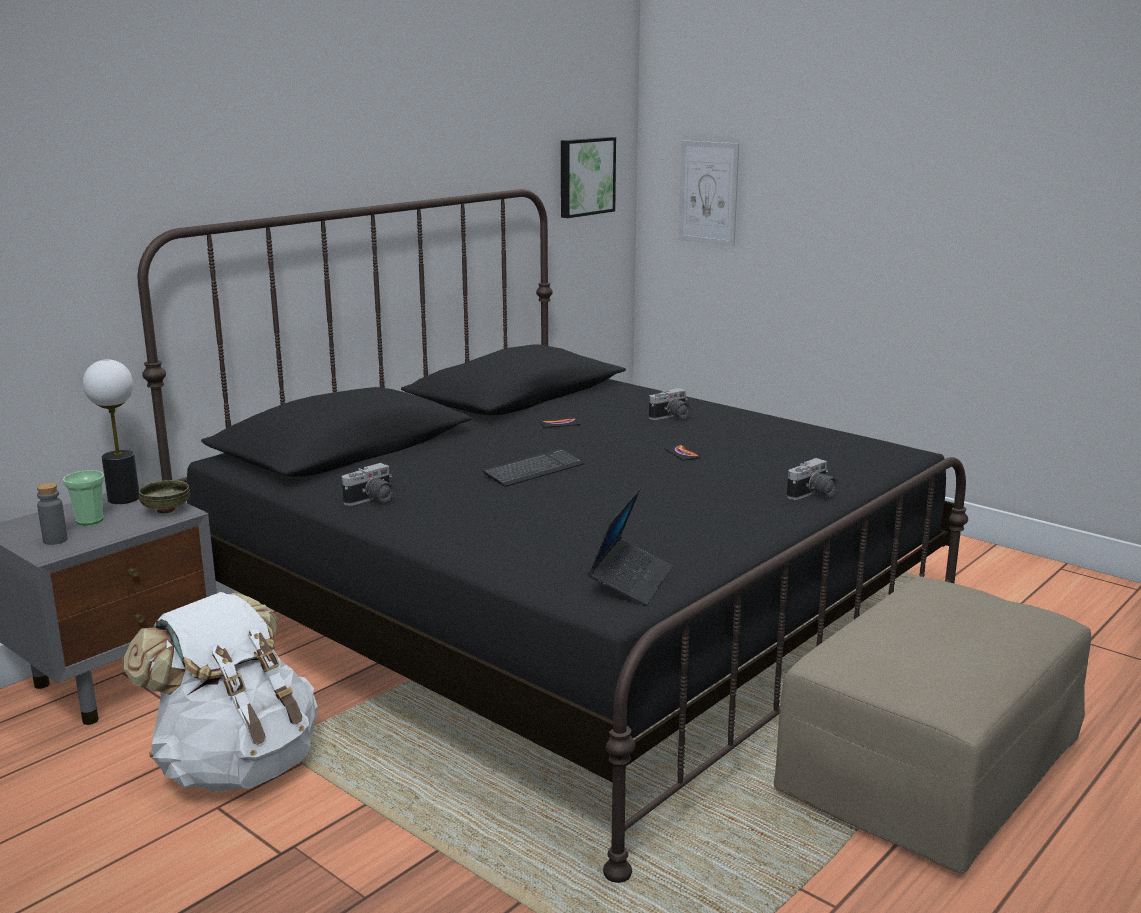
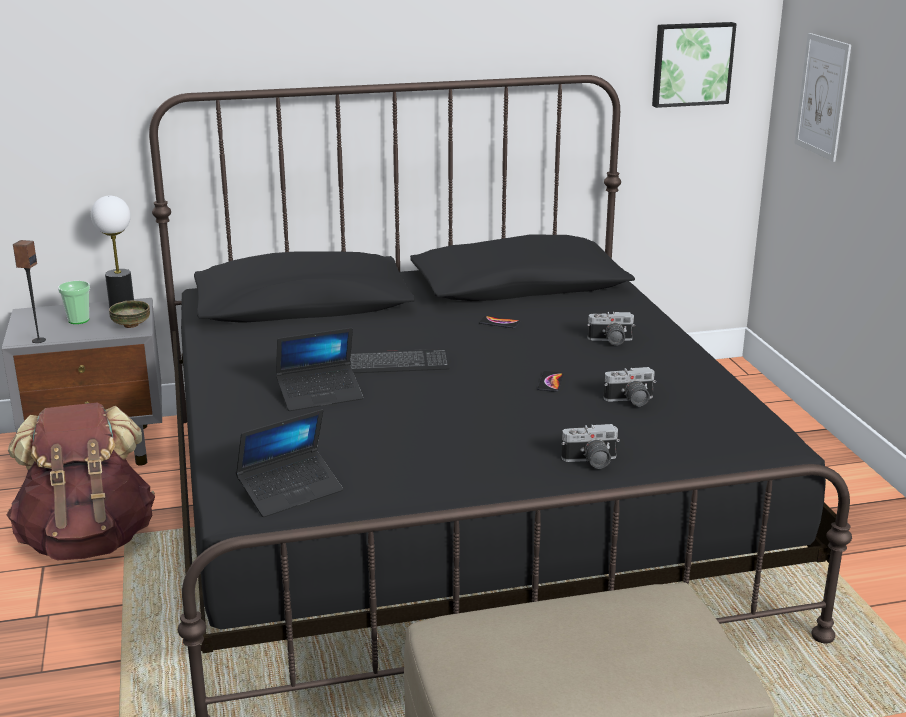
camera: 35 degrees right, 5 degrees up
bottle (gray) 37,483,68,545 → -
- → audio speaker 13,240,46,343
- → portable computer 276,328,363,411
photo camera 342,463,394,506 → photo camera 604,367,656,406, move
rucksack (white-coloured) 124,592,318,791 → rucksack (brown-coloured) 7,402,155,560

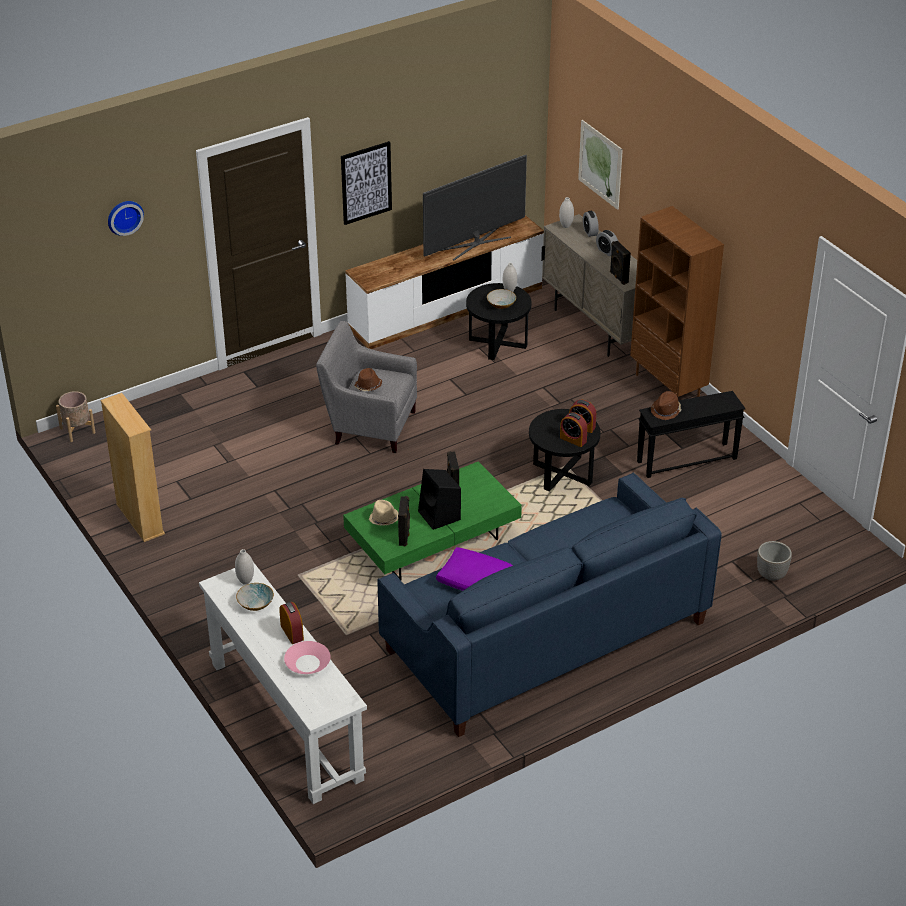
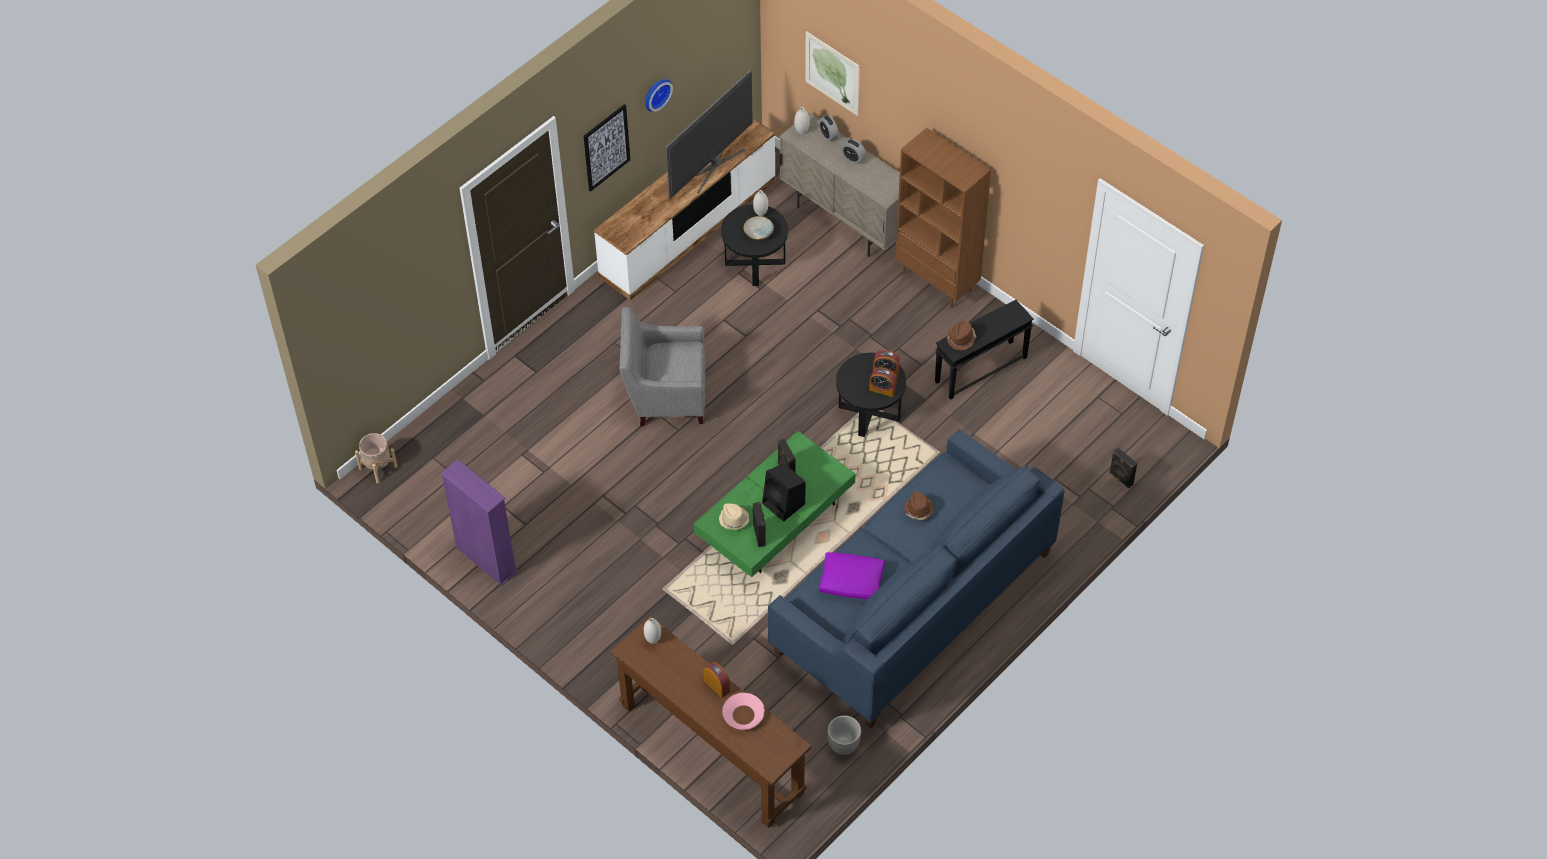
camera: 15 degrees left, 15 degrees up
deep dish 236,583,274,611 → -
wall clock 108,201,144,236 → wall clock 645,79,673,112, move
clothing hat (brown-coloured) 354,368,382,391 → clothing hat (brown-coloured) 904,491,934,520, move
audio speaker (blackish) 610,241,631,285 → audio speaker (blackish) 1109,447,1137,488, move
planter 757,541,792,581 → planter 827,716,861,755, move
bookcase (sand-coloured) 101,393,165,542 → bookcase (purple-coloured) 441,459,518,586
console table (white-coloured) 199,562,367,804 → console table (brown-coloured) 610,616,811,828

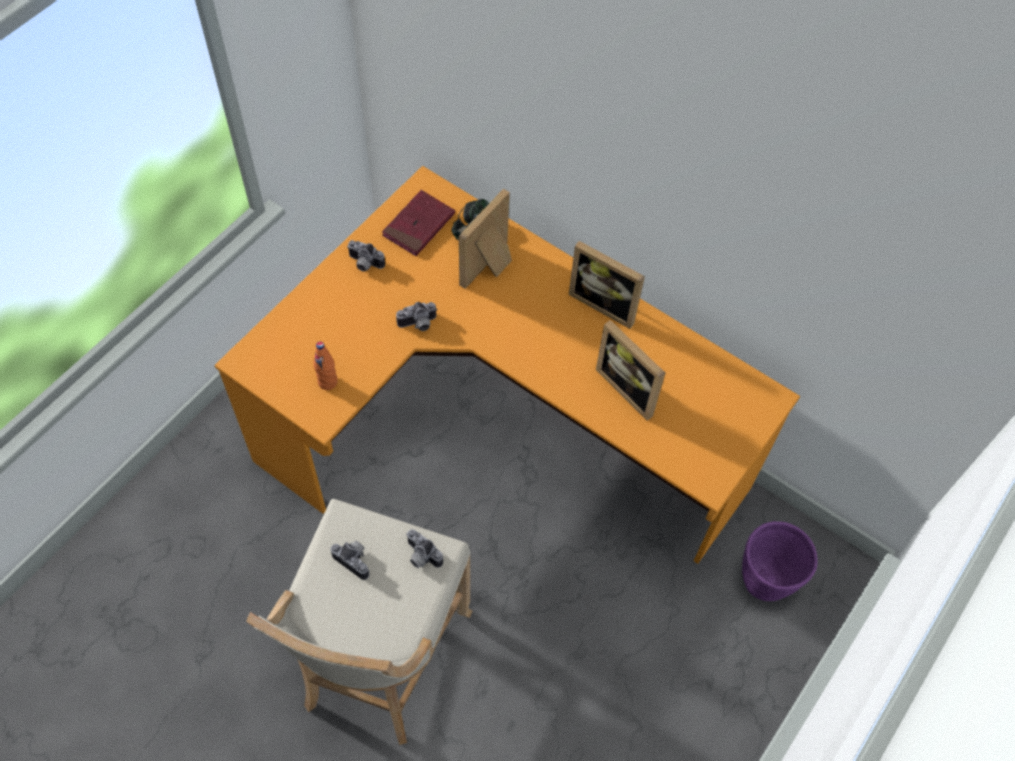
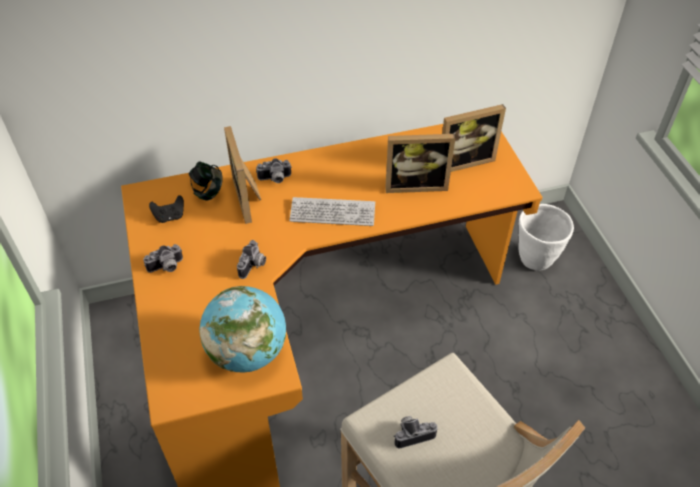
camera: 50 degrees left, 10 degrees down
- → keyboard 289,197,375,226
photo camera 406,529,443,568 → photo camera 256,158,292,183, move
standing frame 569,241,645,329 → standing frame 442,104,506,172, move
bottle (orange) 313,342,338,390 → world globe 200,286,286,373
volume (red-coloured) 382,190,455,256 → game controller (blackish) 149,195,184,223
planter (purple-coloured) 742,521,818,601 → planter (white-coloured) 519,204,574,271

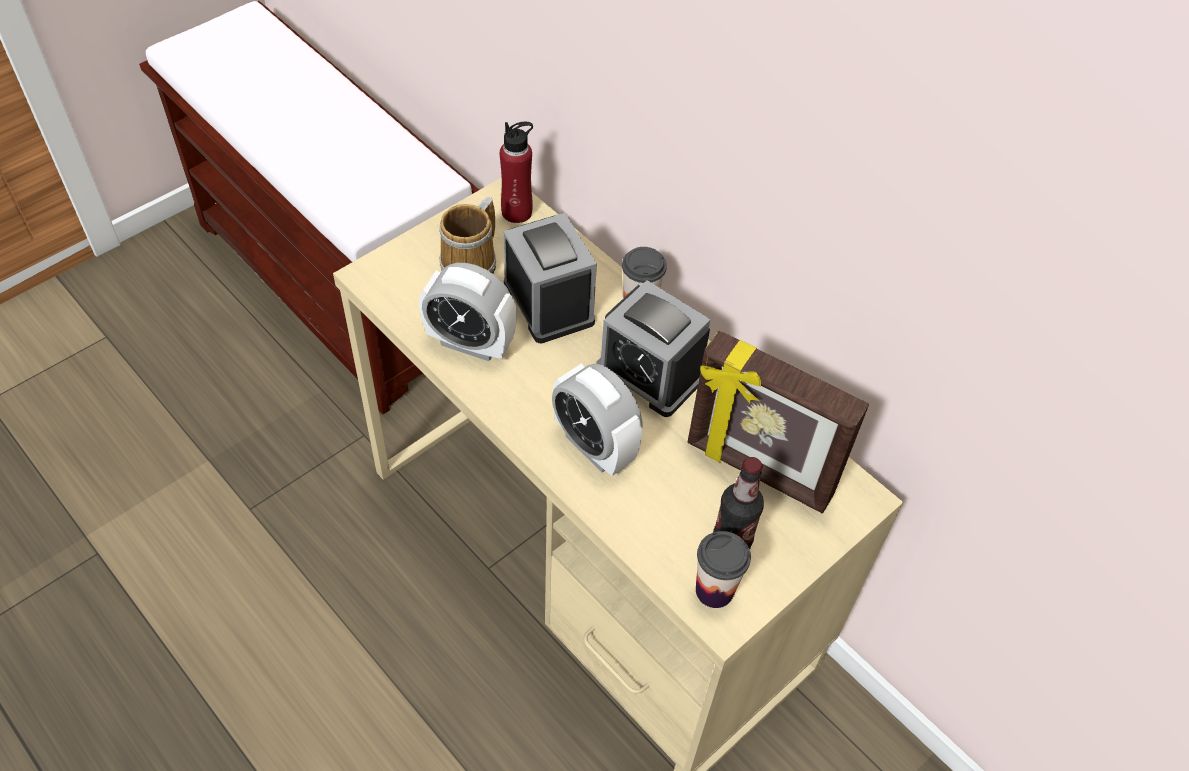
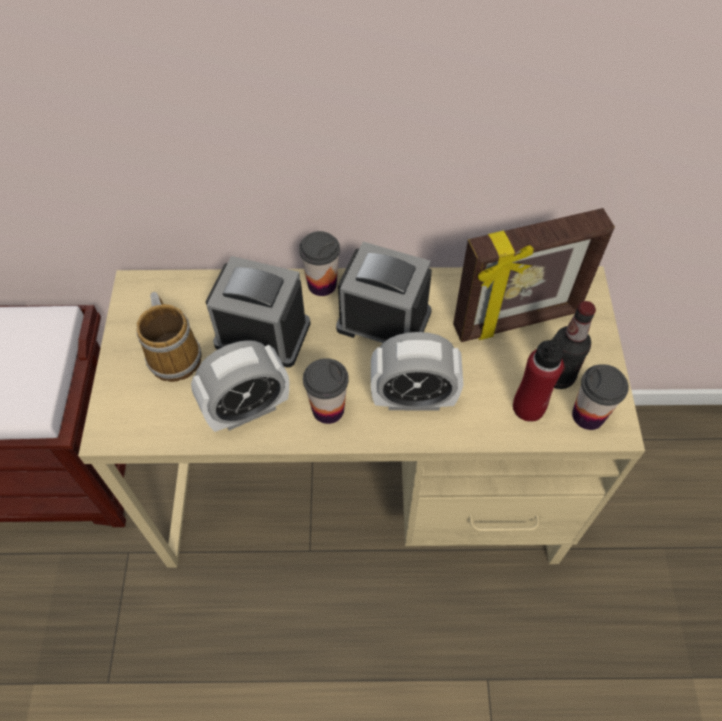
camera: 45 degrees left, 5 degrees up
- → cup 303,358,349,424
bottle (red-coloured) 500,122,533,223 → bottle (red-coloured) 513,329,565,422, move
bedside clock 596,280,710,417 → bedside clock 336,242,432,343, 150 degrees counterclockwise

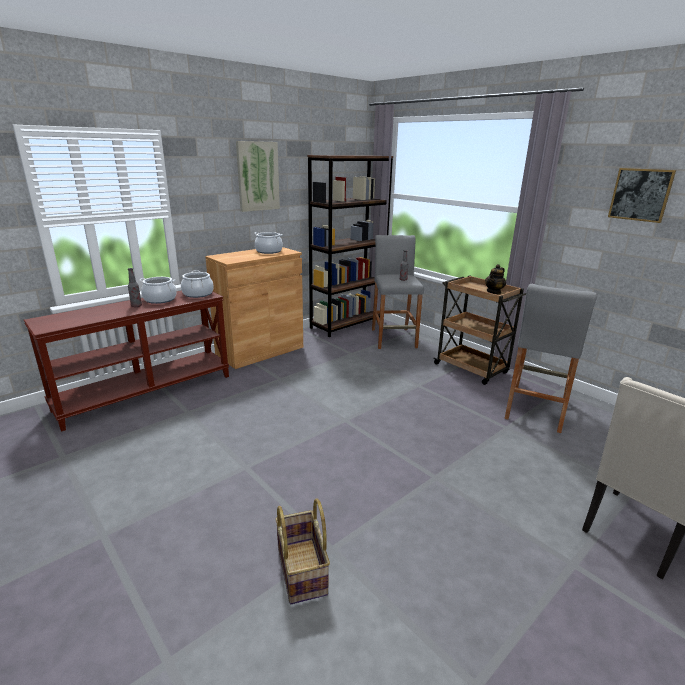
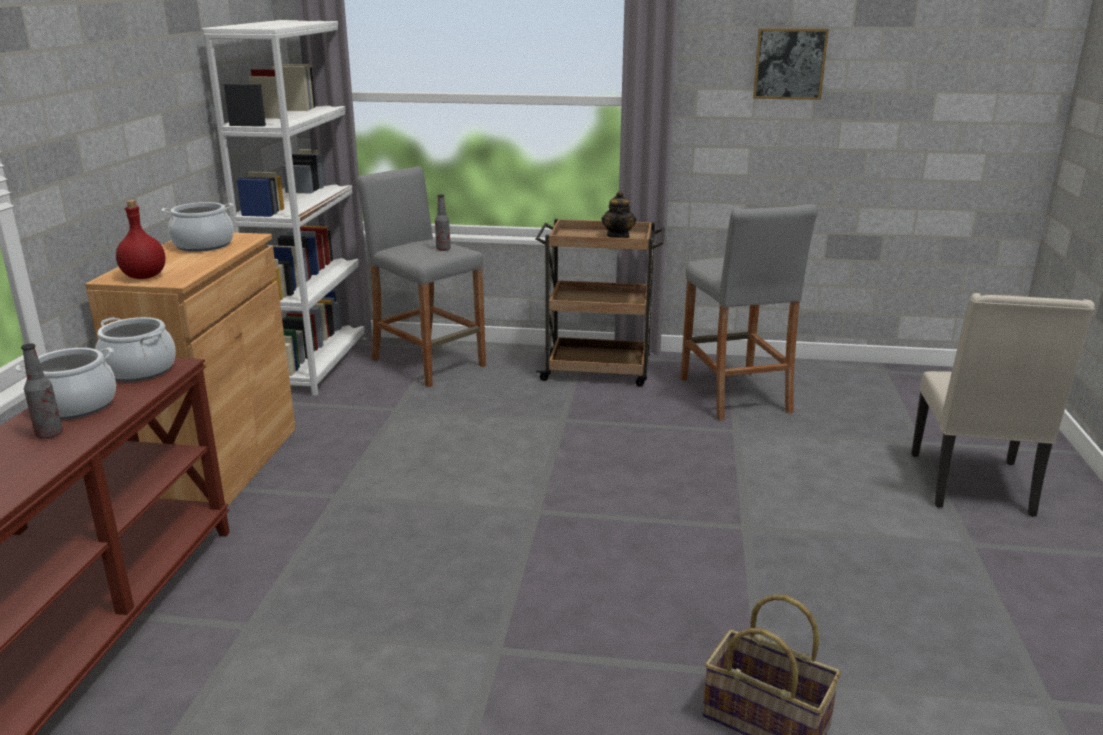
camera: 40 degrees left, 0 degrees up
wall picture 236,141,280,212 → -
- → bottle (red-coloured) 116,200,165,279
bookcase (brown-coloured) 307,155,393,337 → bookcase (white-coloured) 202,20,367,396

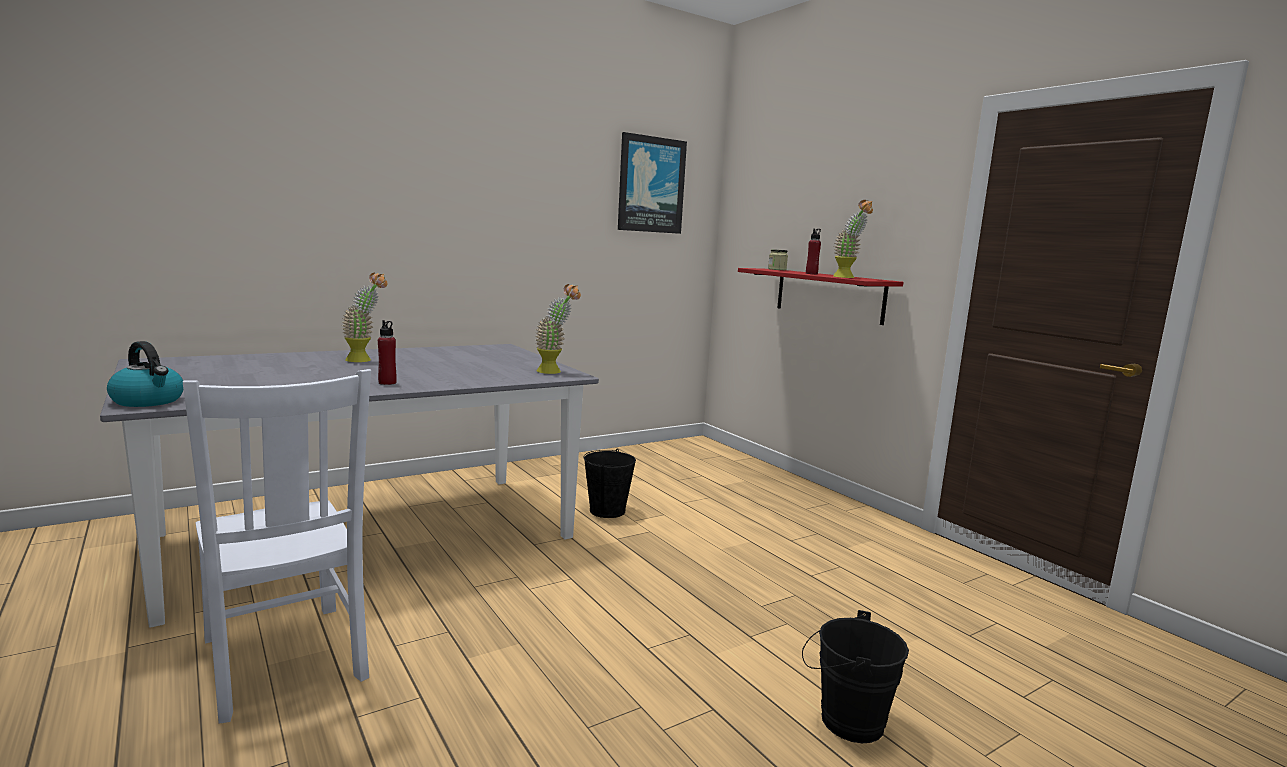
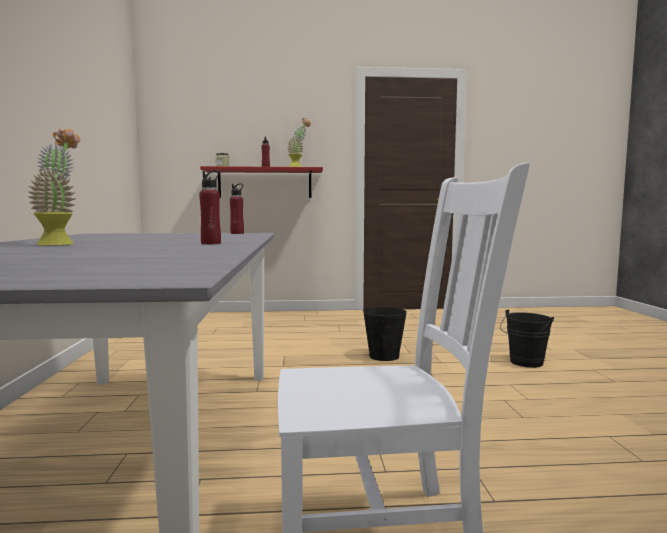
camera: 60 degrees left, 5 degrees down
tea kettle 107,341,183,407 → -
wall picture 618,132,687,234 → -
water bucket (blackish) 583,449,636,518 → water bucket (blackish) 363,306,407,361, move
houseplant 535,284,581,374 → bottle (red-coloured) 230,184,244,234

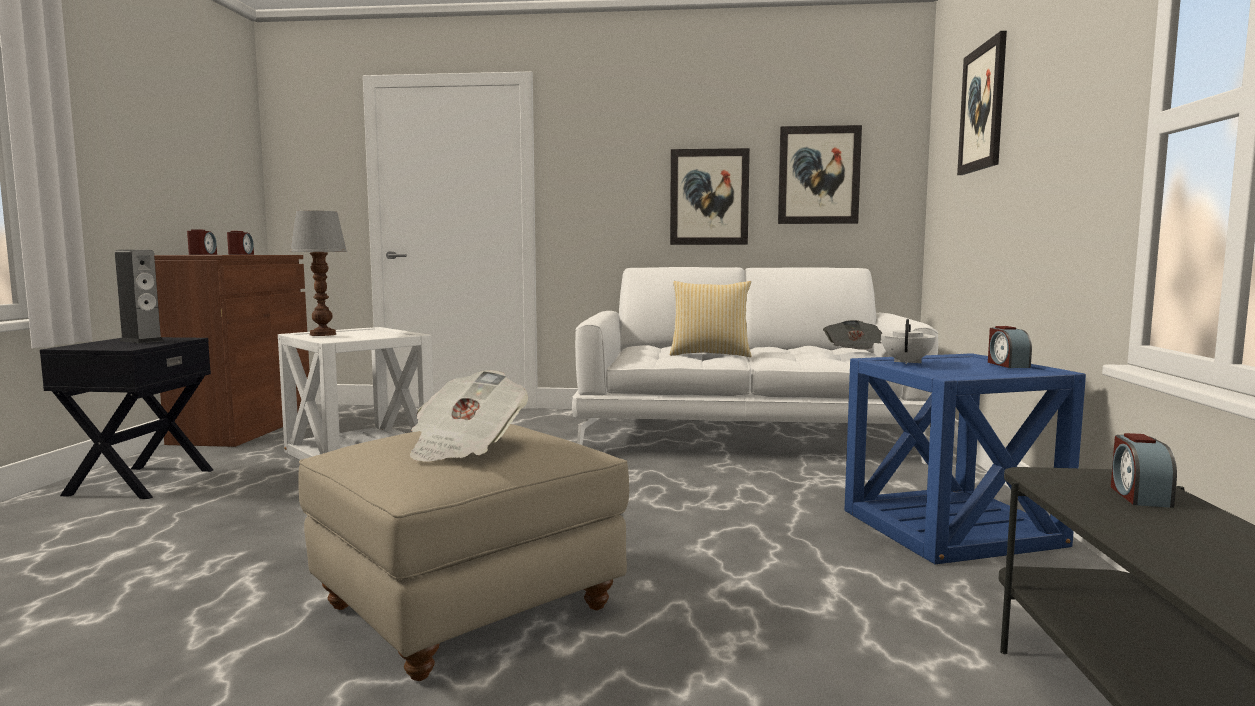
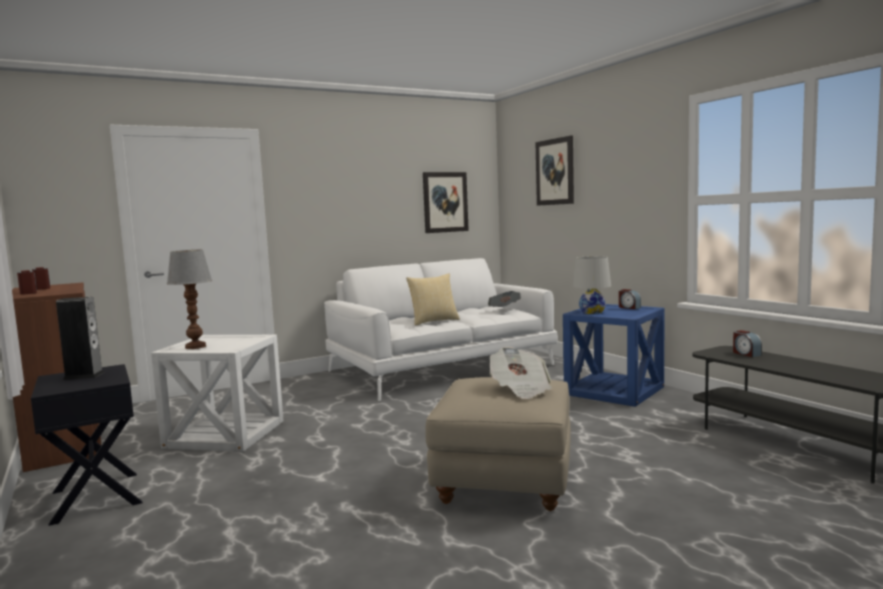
camera: 35 degrees left, 0 degrees up
wall picture 670,148,750,245 → -
pot for tea (white-coloured) 881,319,936,364 → table lamp (white-coloured) 573,256,611,314

